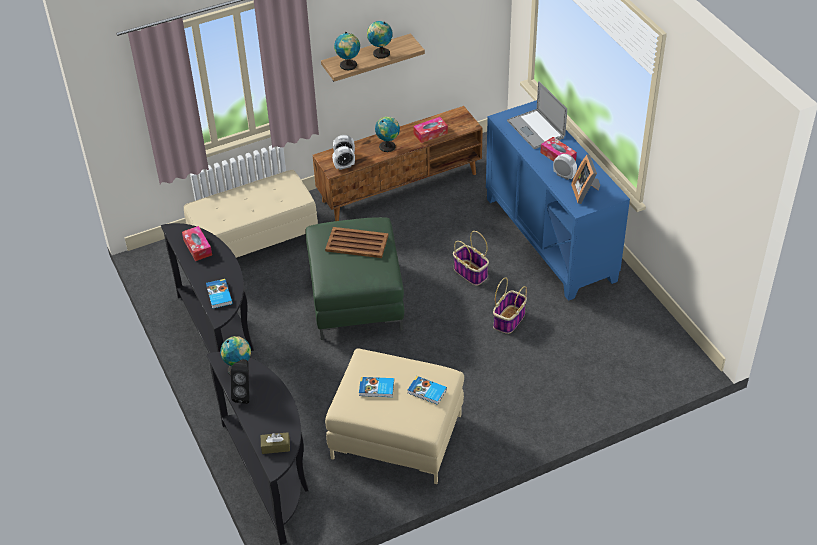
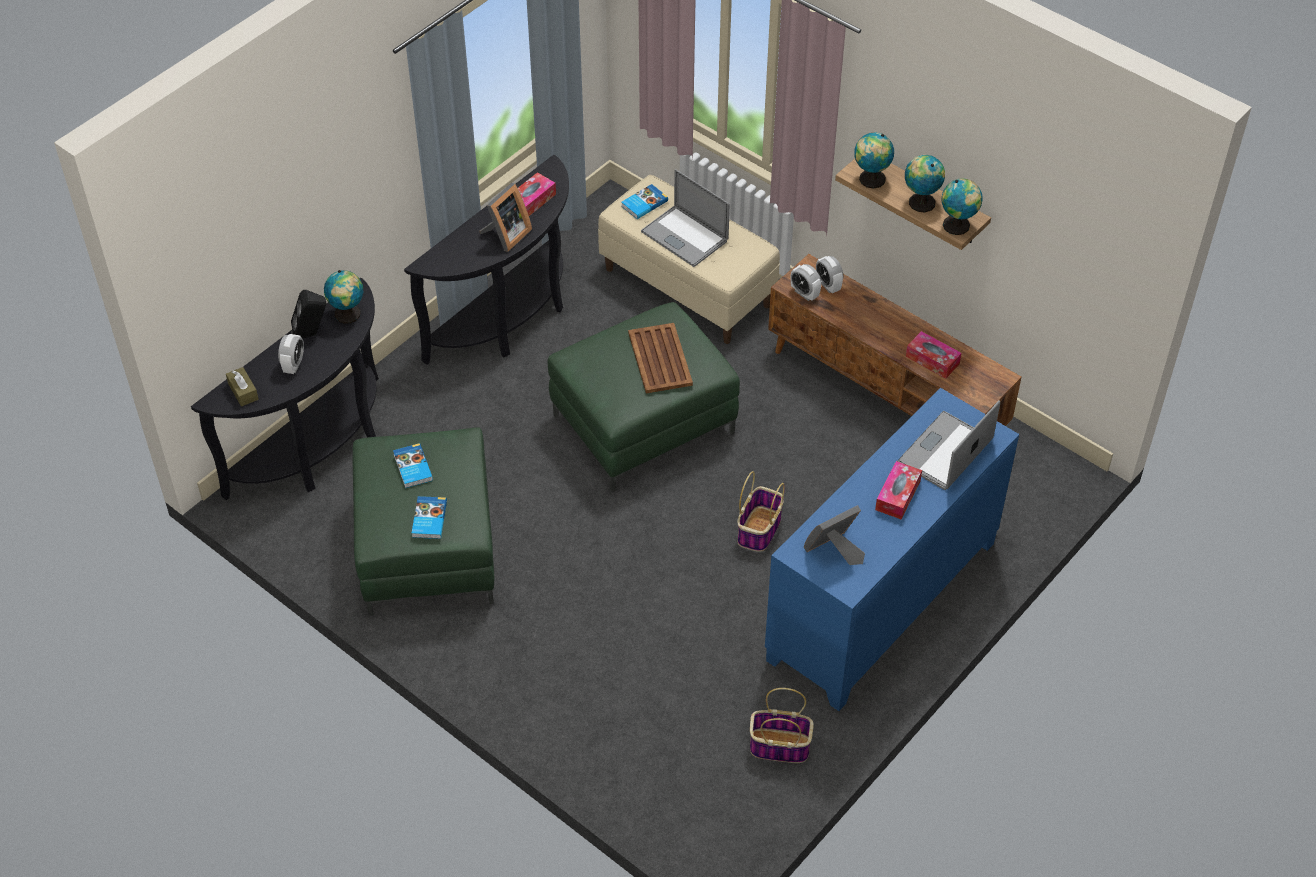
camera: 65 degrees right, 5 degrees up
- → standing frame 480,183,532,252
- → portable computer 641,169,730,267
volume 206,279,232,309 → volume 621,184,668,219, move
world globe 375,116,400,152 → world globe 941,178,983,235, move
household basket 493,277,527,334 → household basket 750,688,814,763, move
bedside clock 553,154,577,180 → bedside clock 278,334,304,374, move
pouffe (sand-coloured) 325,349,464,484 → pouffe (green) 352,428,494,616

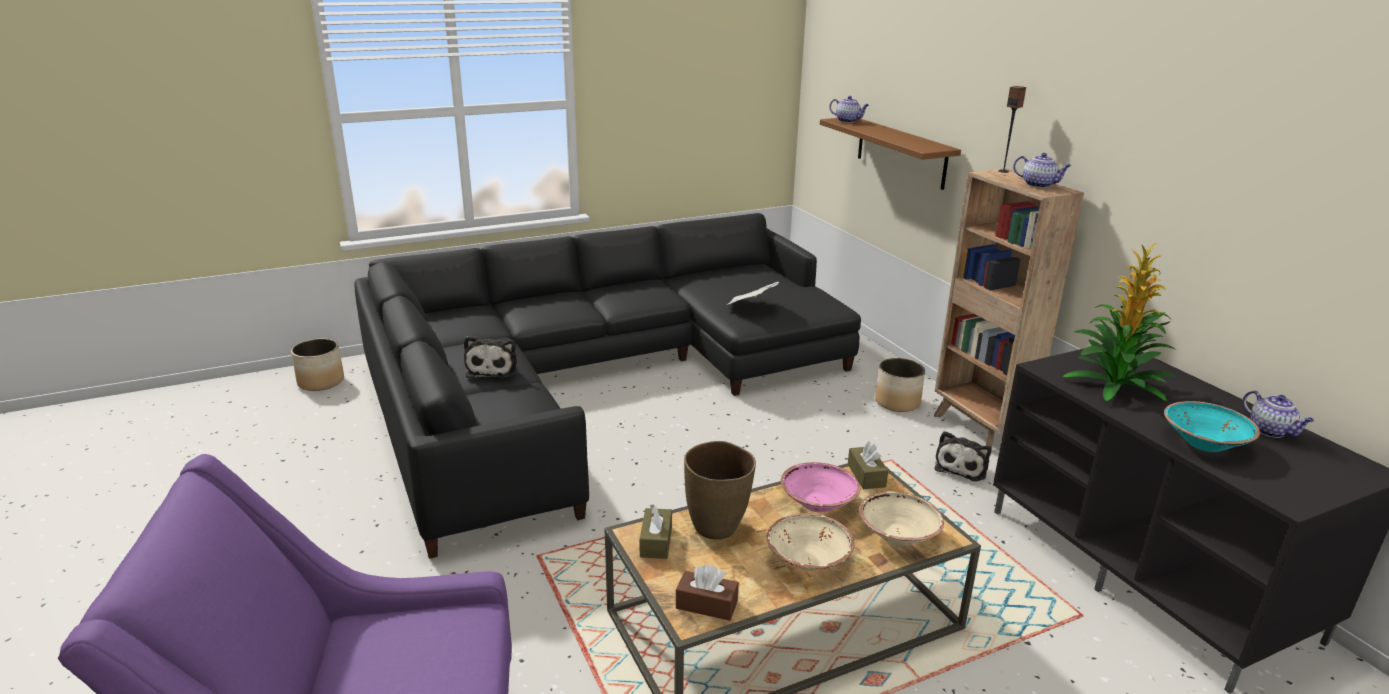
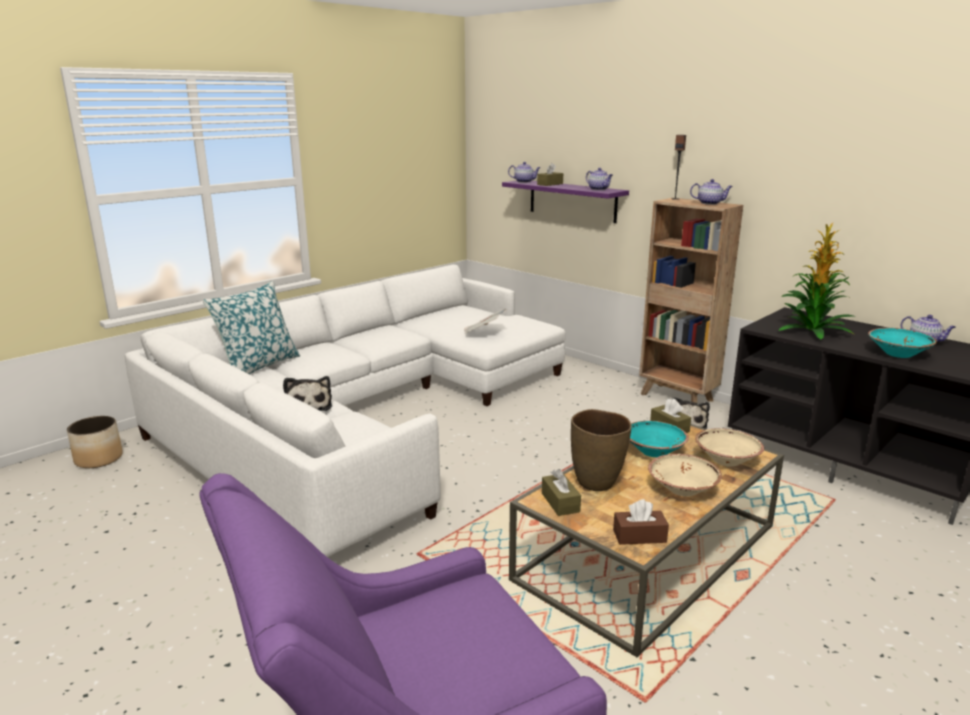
camera: 20 degrees left, 5 degrees down
planter 875,358,925,412 → -
- → throw pillow 203,281,300,374
- → tissue holder (brown-coloured) 537,163,563,186
- → pot for tea 586,168,613,190
sofa (blackish) 354,213,861,559 → sofa (white-coloured) 125,265,566,557
deep dish (pinkish) 781,462,861,513 → deep dish (turquoise-coloured) 630,421,689,457
wall shelf (brown-coloured) 820,118,961,190 → wall shelf (purple-coloured) 502,180,629,223

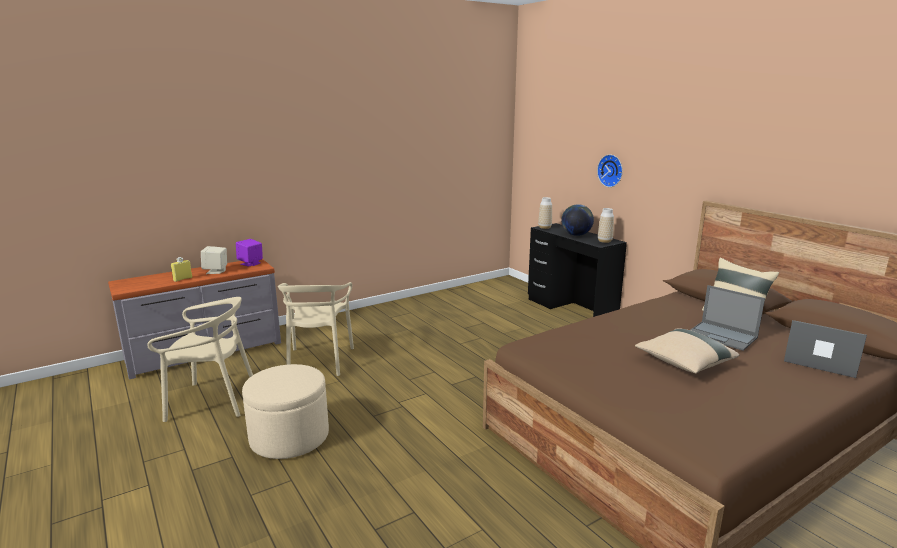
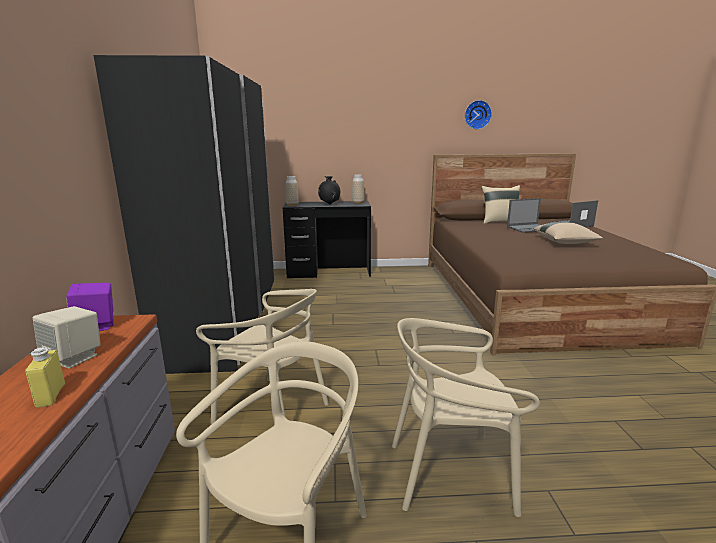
camera: 60 degrees left, 0 degrees up
- → wardrobe (blackish) 94,55,275,374
wall clock 597,154,623,187 → wall clock 465,100,492,129, move
pouffe (sand-coloured) 242,364,329,459 → upright chair (sand-coloured) 392,318,540,517
world globe 562,204,594,236 → flower vase (blackish) 318,176,340,204

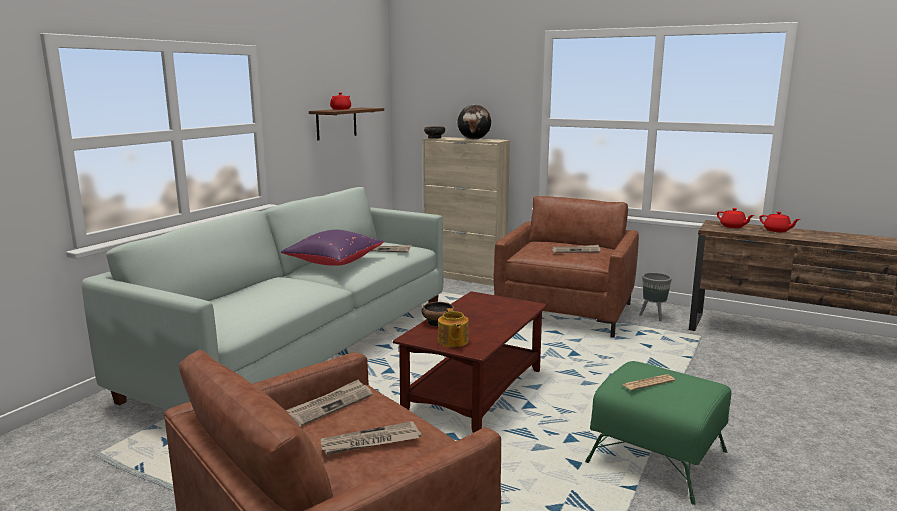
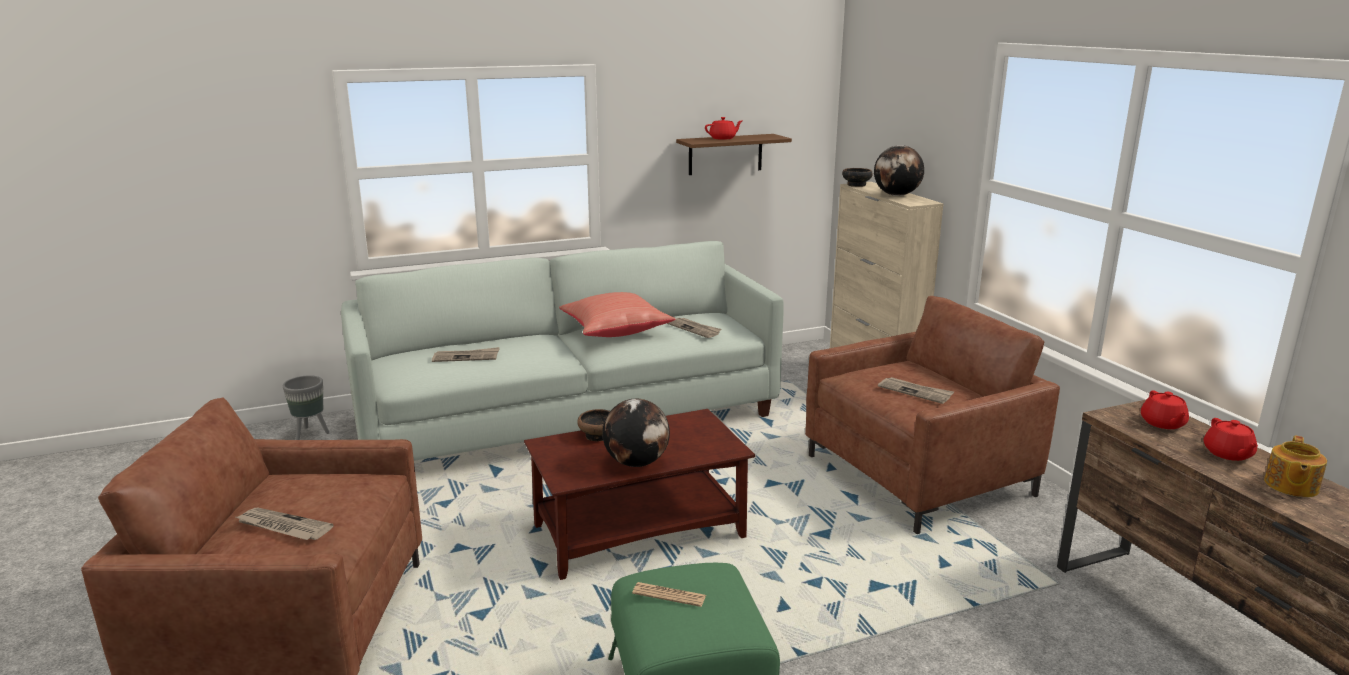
camera: 40 degrees right, 5 degrees up
- → world globe 602,399,670,467
daily paper 286,380,372,426 → daily paper 432,347,500,362, move
pot for tea 438,308,469,347 → pot for tea 1264,436,1327,497, move
planter (gray) 639,273,672,321 → planter (gray) 283,375,329,440, move
throw pillow (purple-coloured) 281,230,384,266 → throw pillow (red-coloured) 559,292,675,337

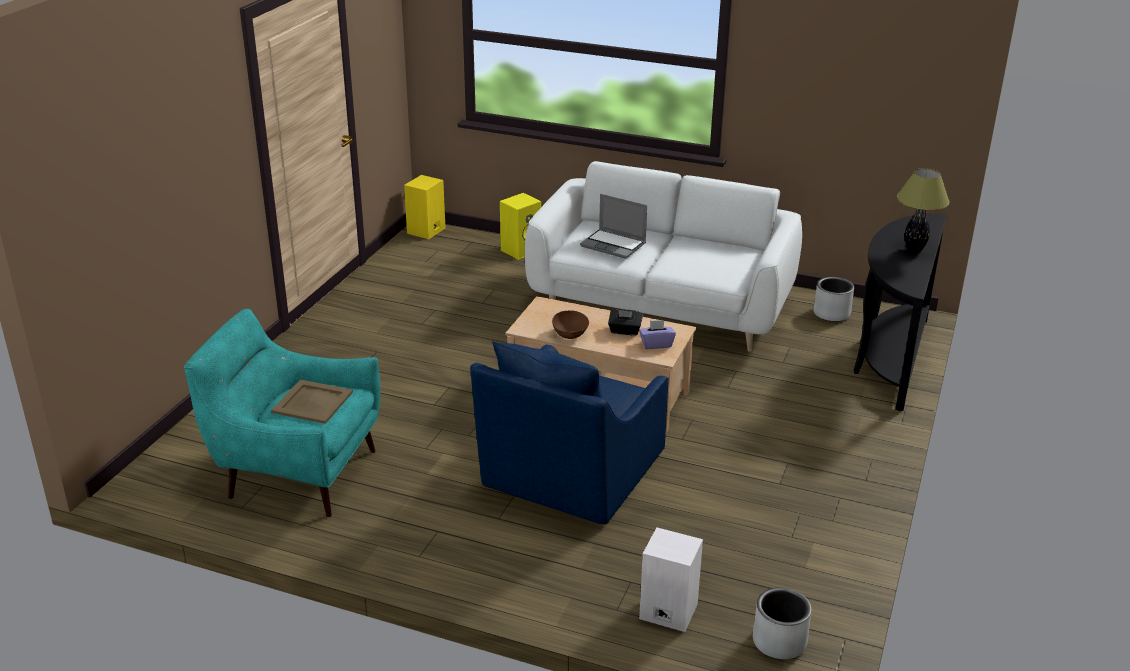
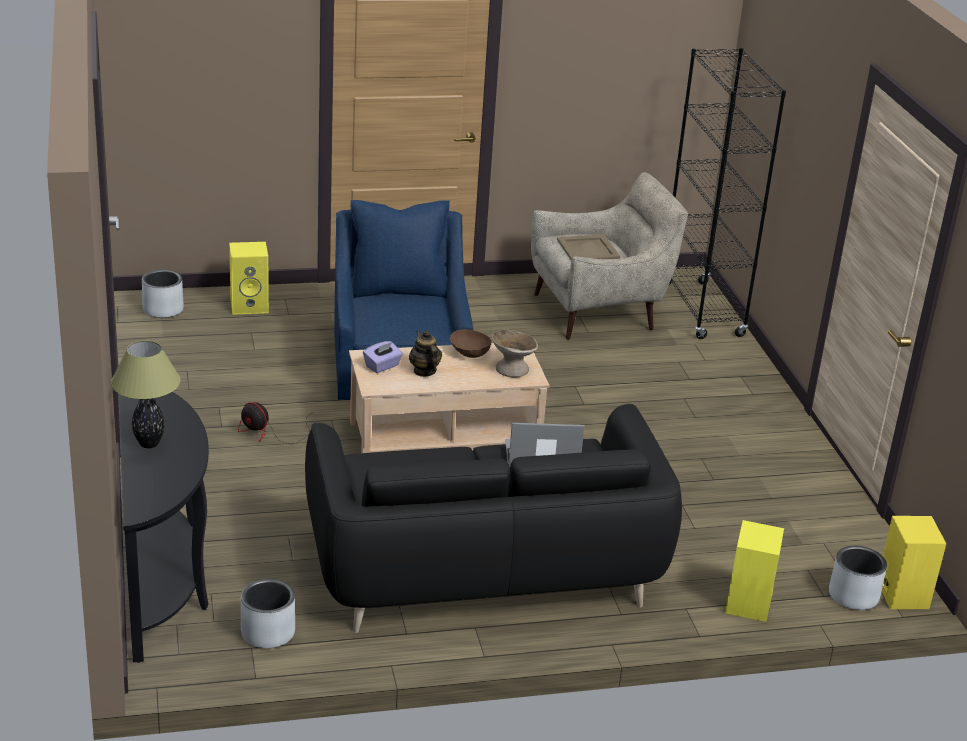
camera: 145 degrees right, 0 degrees up
- → cooling fan 238,402,312,444
- → deep dish (sand-coloured) 492,329,538,377
- → bookcase (blackish) 668,48,786,339
- → planter (gray) 829,546,887,610
tissue holder (blackish) 608,309,643,336 → pot for tea 409,330,442,377
armchair (turquoise-coloured) 184,309,380,517 → armchair (sand-coloured) 531,172,688,340
sofa (white-coloured) 525,161,802,352 → sofa (blackish) 305,404,682,633
audio speaker (white-coloured) 639,527,703,632 → audio speaker (yellow) 229,242,269,315

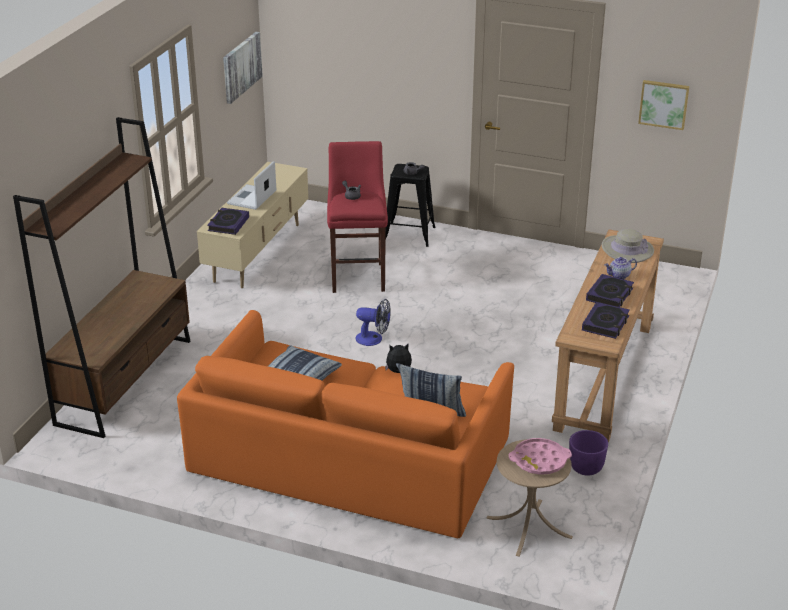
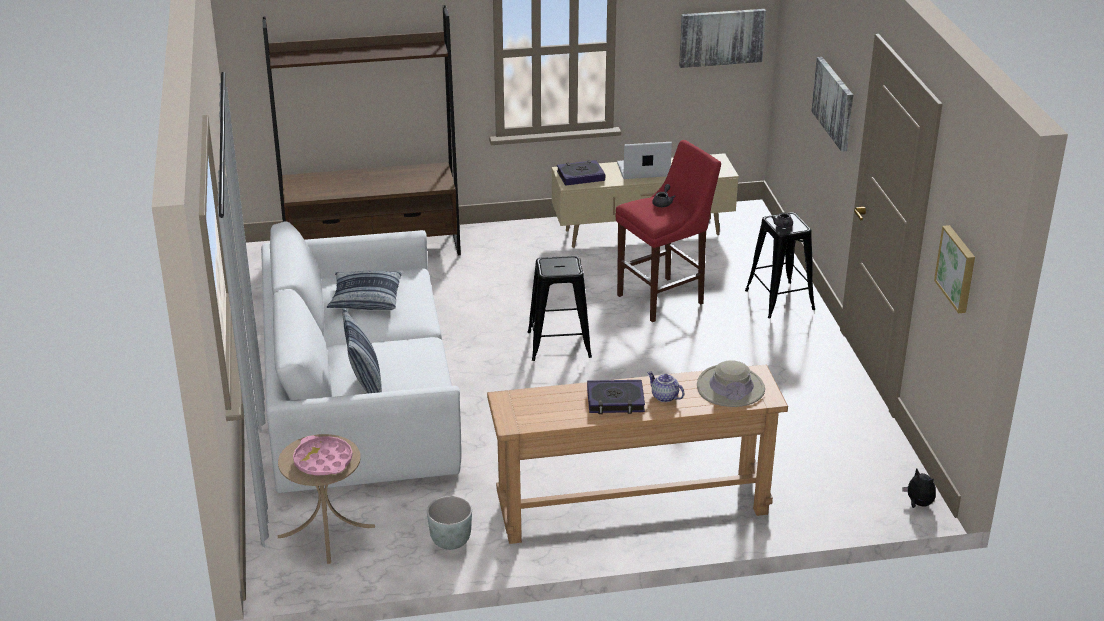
camera: 60 degrees right, 0 degrees up
volume 582,302,630,339 → -
- → wall picture 811,57,853,152
soft toy 385,344,412,373 → soft toy 902,468,936,508, move
cooling fan 356,299,391,346 → stool (blackish) 527,256,592,361
sofa (orange) 177,310,514,538 → sofa (white-coloured) 261,221,461,493
planter (purple-coloured) 569,430,608,476 → planter (gray) 427,496,472,550

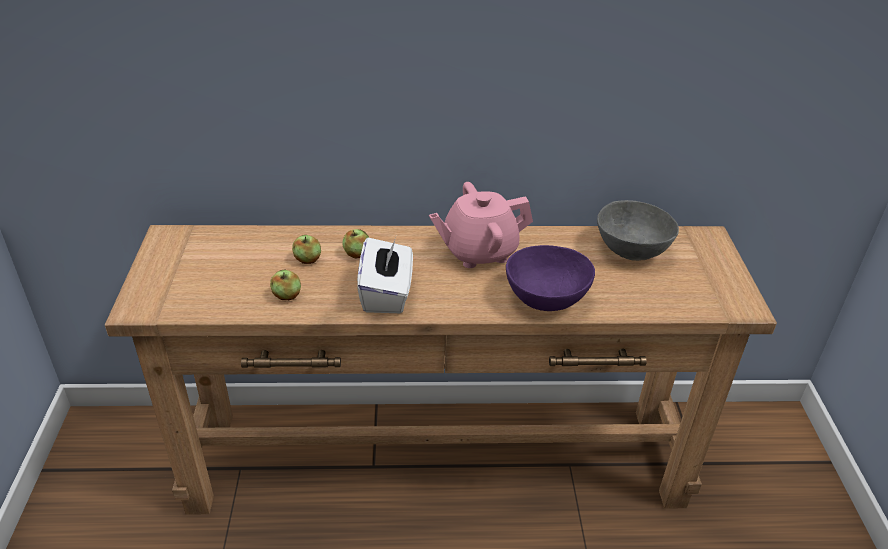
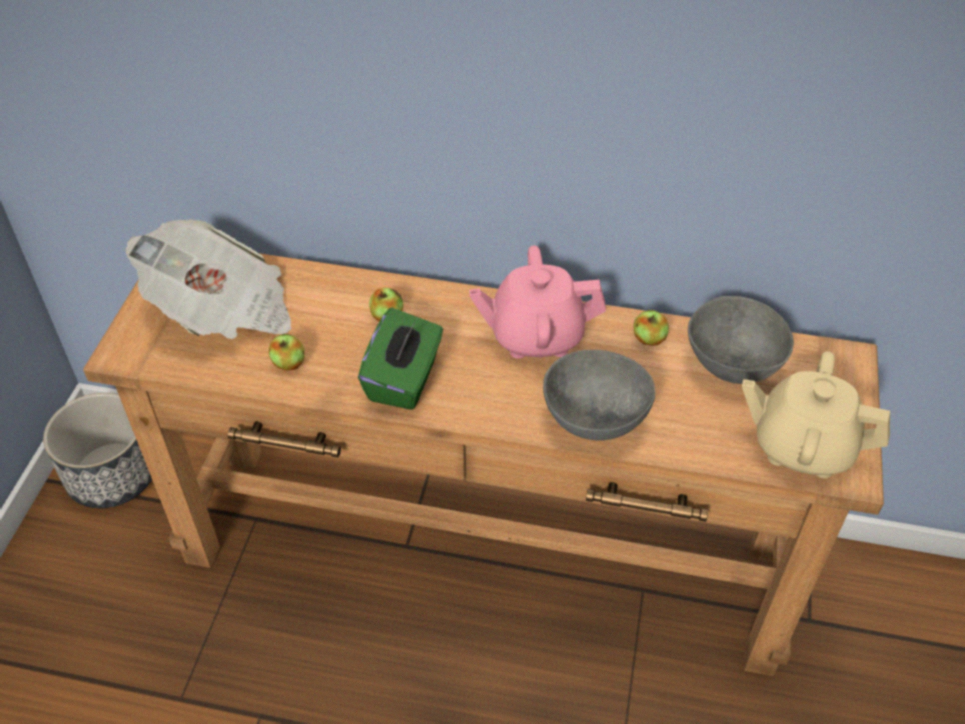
camera: 15 degrees right, 10 degrees up
- → planter 43,393,152,508
- → daily paper 126,219,292,339
- → pot for tea (sand-coloured) 742,351,890,478
apple fruit 292,235,321,264 → apple fruit 633,310,669,346, move
tissue holder (white-coloured) 357,238,413,313 → tissue holder (green) 358,308,443,410
deep dish (purple-coloured) 506,245,595,311 → deep dish (gray) 543,350,655,441

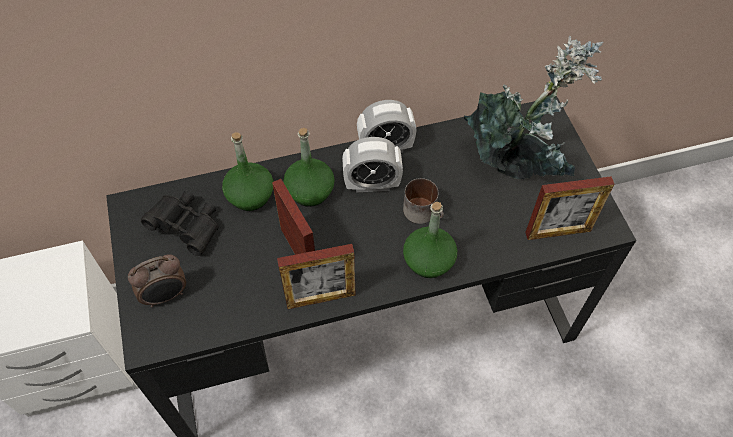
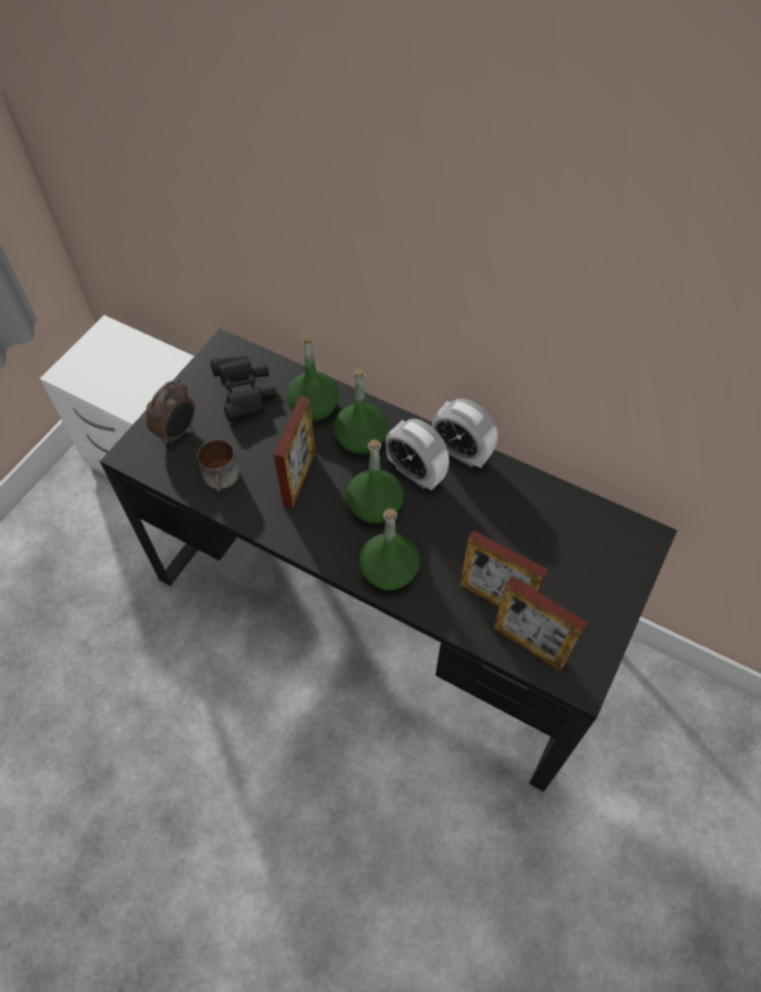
camera: 45 degrees right, 0 degrees up
houseplant 464,36,603,180 → -
- → bottle (green) 346,439,404,524
standing frame 277,244,356,309 → standing frame 459,530,548,607, move
mug 403,178,444,224 → mug 197,439,239,491, move
bedside clock 128,254,186,307 → bedside clock 146,379,195,446, 75 degrees counterclockwise

